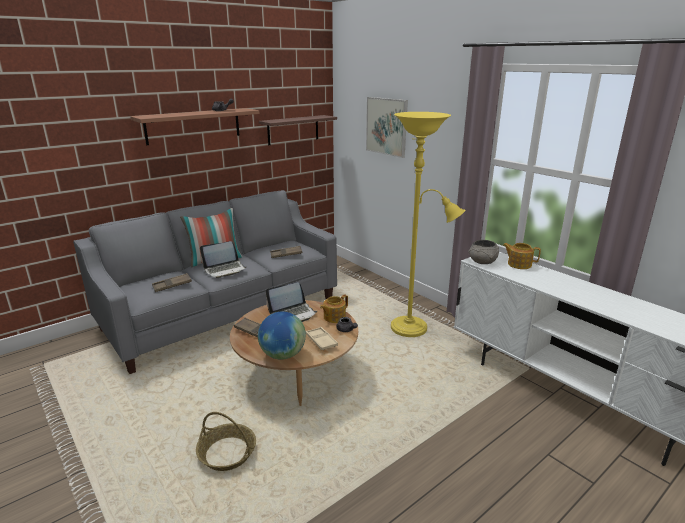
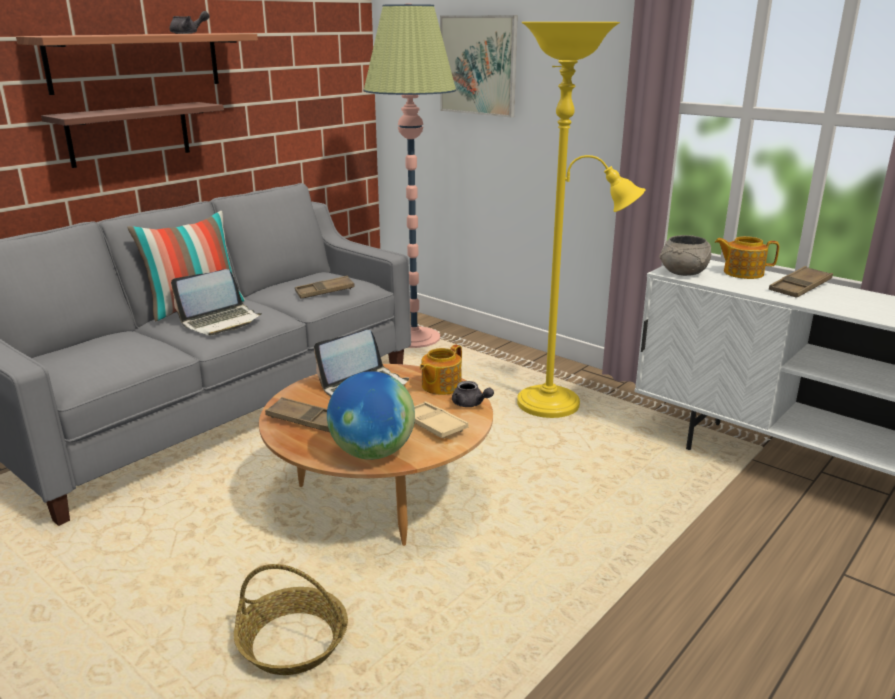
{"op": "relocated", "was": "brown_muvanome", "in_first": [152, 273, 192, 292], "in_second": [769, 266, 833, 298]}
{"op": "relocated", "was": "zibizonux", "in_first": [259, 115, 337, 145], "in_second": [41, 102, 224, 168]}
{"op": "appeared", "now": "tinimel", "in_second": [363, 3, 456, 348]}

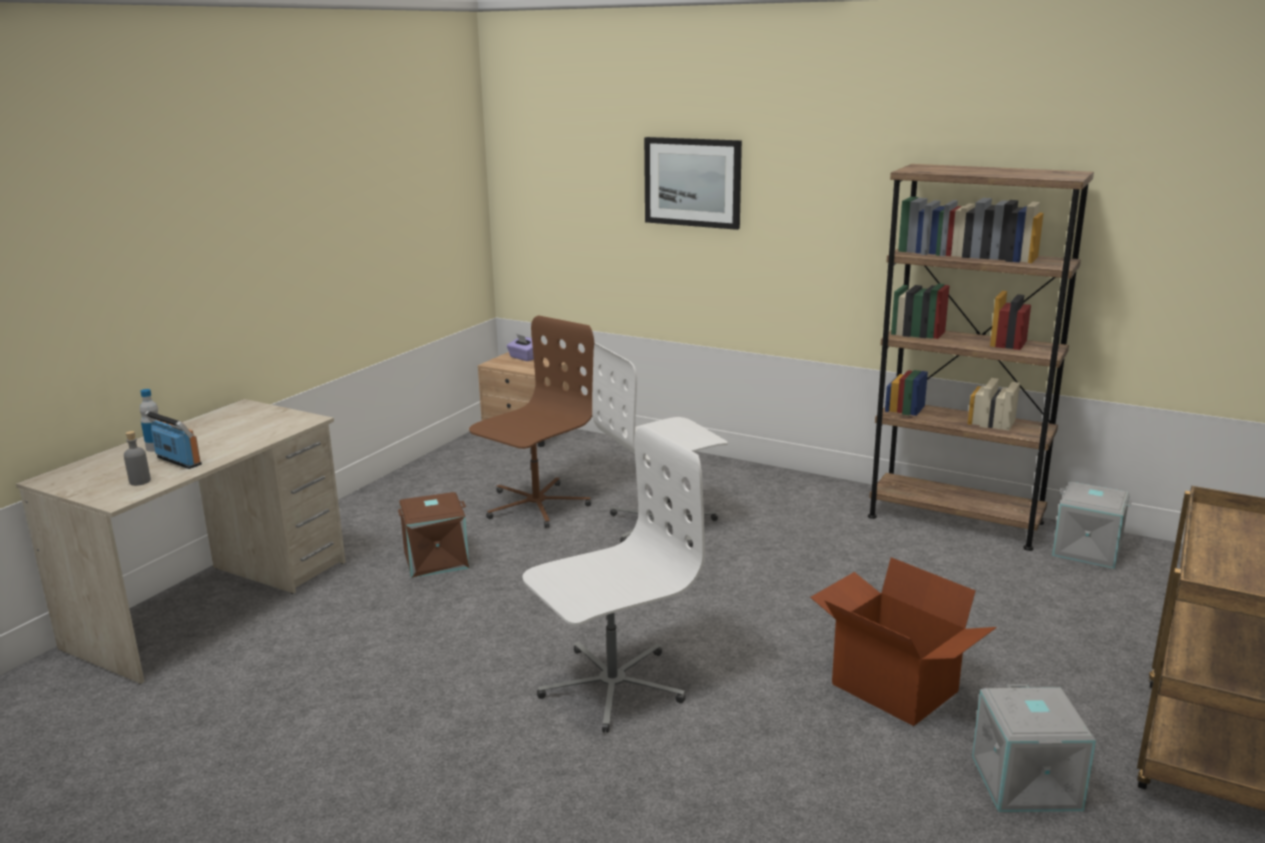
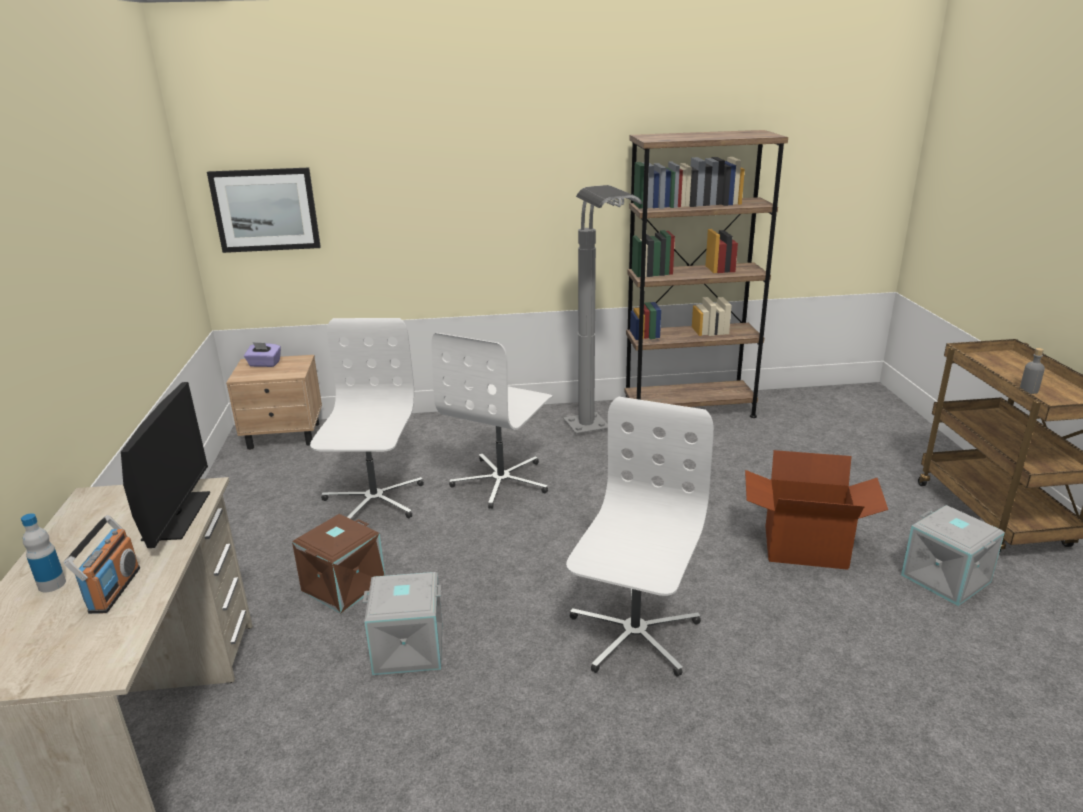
{"op": "relocated", "was": "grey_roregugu", "in_first": [124, 431, 151, 486], "in_second": [1020, 348, 1045, 394]}
{"op": "spun", "was": "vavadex", "in_first": [145, 411, 202, 469], "in_second": [64, 515, 140, 614], "clockwise": 90}
{"op": "colour", "was": "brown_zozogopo", "now": "white_zozogopo", "in_first": [469, 315, 594, 528], "in_second": [310, 318, 424, 519]}
{"op": "relocated", "was": "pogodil", "in_first": [644, 137, 742, 230], "in_second": [207, 168, 321, 253]}
{"op": "relocated", "was": "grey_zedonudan", "in_first": [1052, 482, 1132, 569], "in_second": [363, 572, 442, 675]}
{"op": "appeared", "now": "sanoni", "in_second": [121, 382, 210, 548]}
{"op": "appeared", "now": "grey_tinimel", "in_second": [563, 185, 643, 434]}

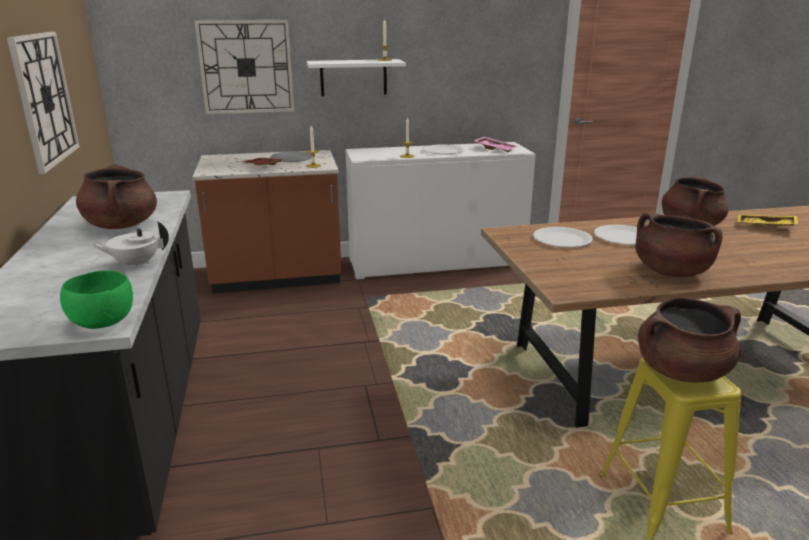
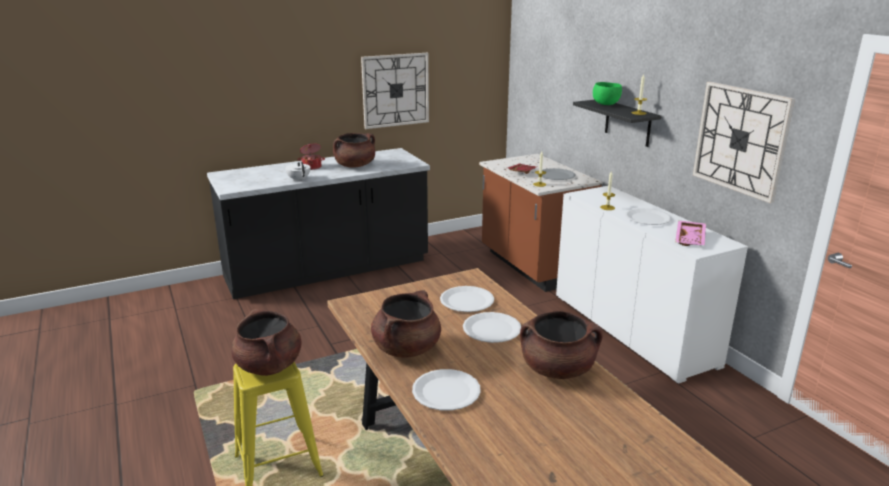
{"op": "relocated", "was": "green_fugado", "in_first": [60, 270, 133, 329], "in_second": [593, 82, 622, 105]}
{"op": "relocated", "was": "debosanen", "in_first": [194, 20, 294, 114], "in_second": [693, 82, 795, 203]}
{"op": "colour", "was": "white_zibizonux", "now": "black_zibizonux", "in_first": [306, 59, 406, 96], "in_second": [573, 100, 662, 147]}
{"op": "missing", "was": "yellow_muvanome", "in_first": [737, 215, 798, 227]}
{"op": "appeared", "now": "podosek", "in_second": [297, 144, 325, 170]}
{"op": "appeared", "now": "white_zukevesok", "in_second": [412, 369, 481, 410]}

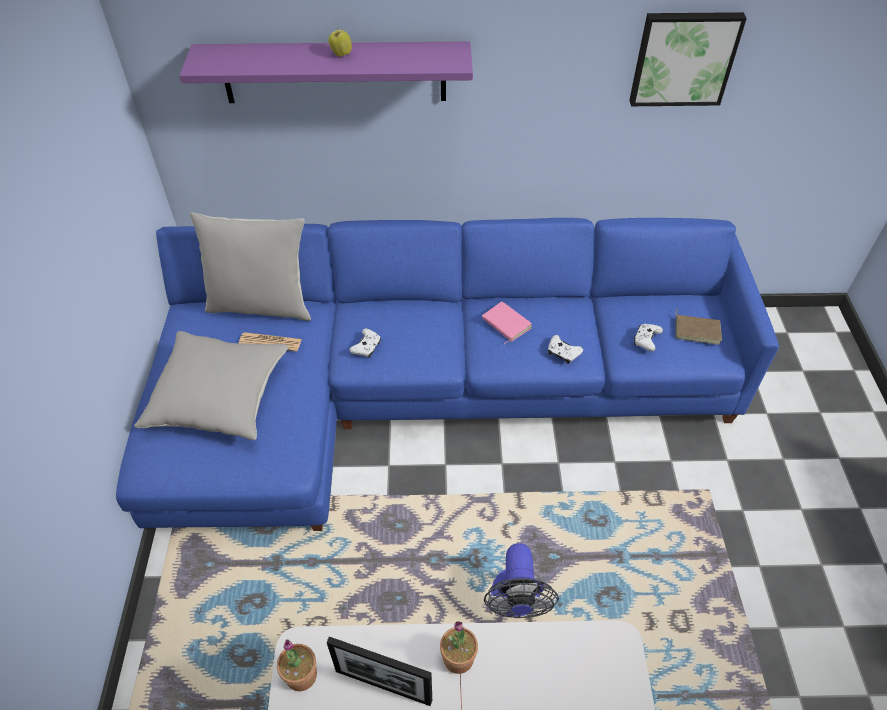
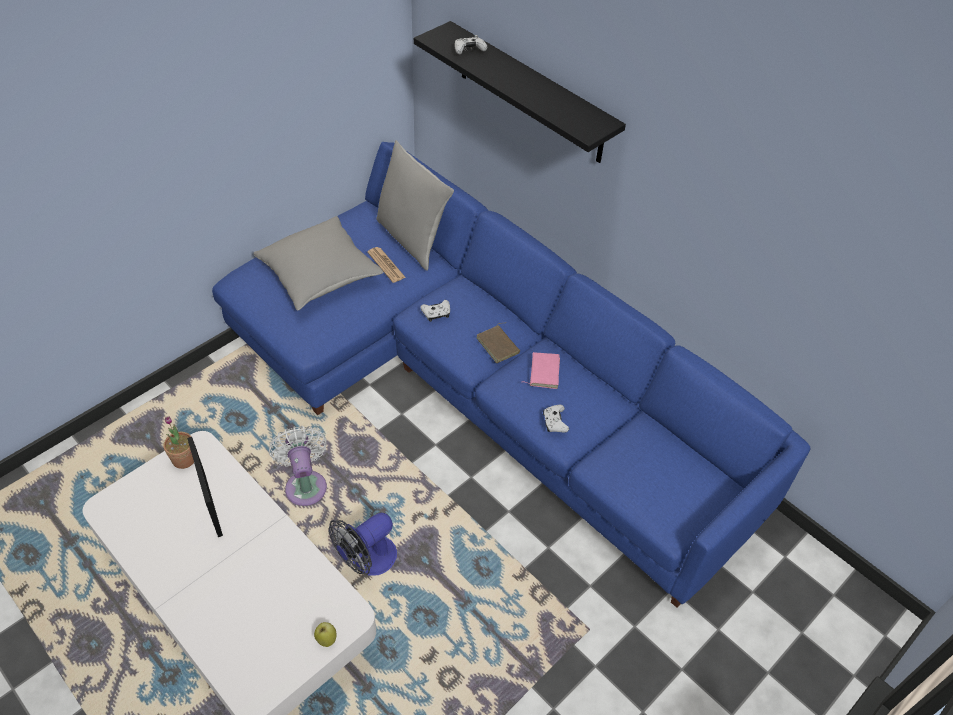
{"op": "colour", "was": "purple_zibizonux", "now": "black_zibizonux", "in_first": [179, 41, 473, 103], "in_second": [414, 21, 626, 163]}
{"op": "relocated", "was": "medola", "in_first": [329, 26, 352, 57], "in_second": [314, 622, 336, 647]}
{"op": "missing", "was": "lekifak", "in_first": [440, 621, 478, 674]}
{"op": "missing", "was": "pogodil", "in_first": [629, 12, 747, 106]}
{"op": "relocated", "was": "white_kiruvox", "in_first": [634, 323, 663, 351], "in_second": [455, 35, 487, 55]}
{"op": "relocated", "was": "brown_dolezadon", "in_first": [675, 308, 722, 345], "in_second": [476, 323, 520, 363]}
{"op": "appeared", "now": "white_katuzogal", "in_second": [269, 426, 327, 506]}

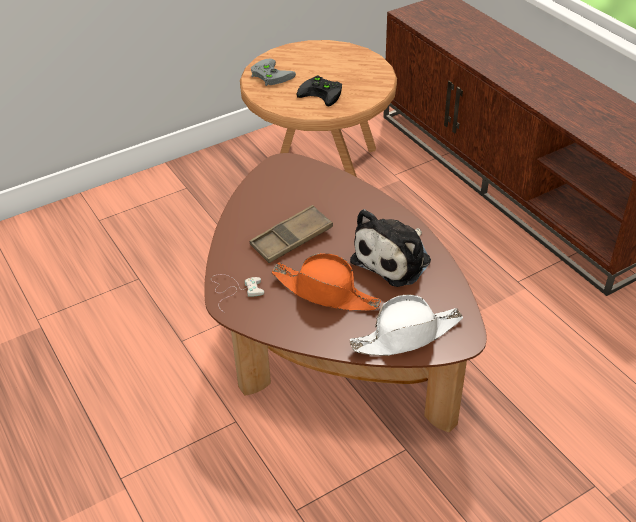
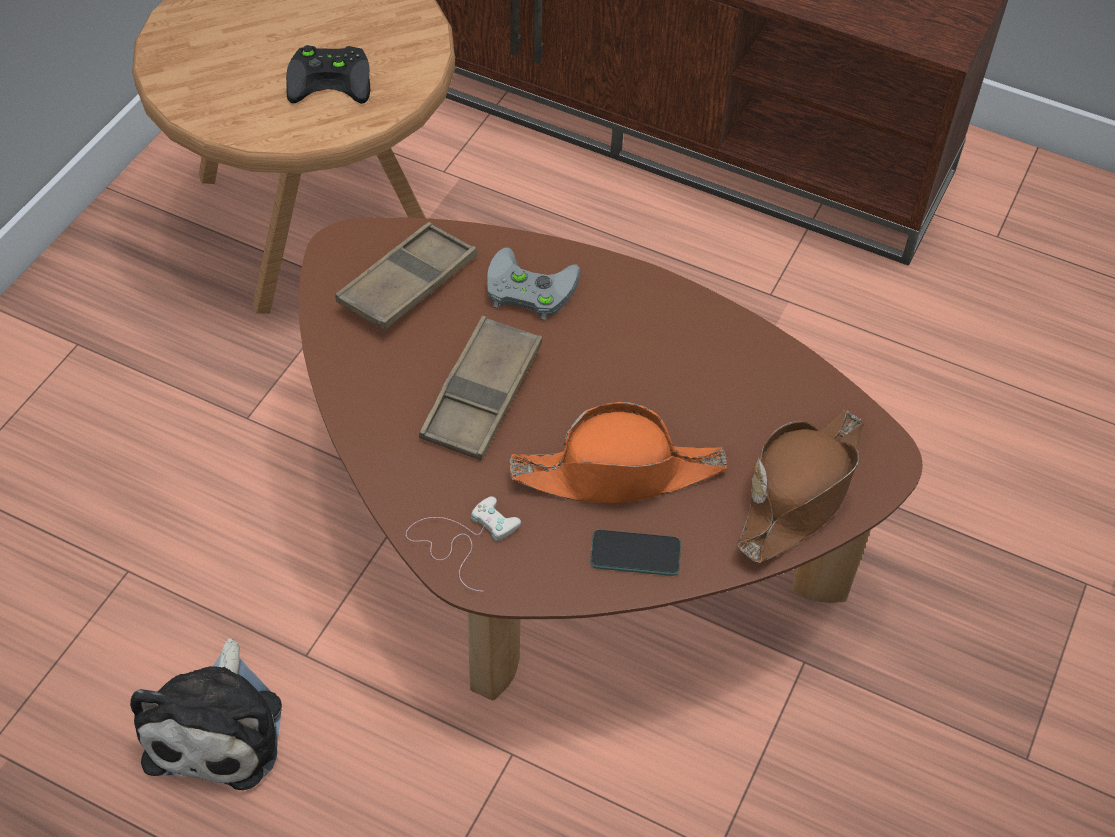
{"op": "relocated", "was": "grey_kiruvox", "in_first": [251, 59, 296, 86], "in_second": [487, 247, 581, 321]}
{"op": "relocated", "was": "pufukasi", "in_first": [350, 209, 431, 287], "in_second": [130, 639, 282, 790]}
{"op": "colour", "was": "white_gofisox", "now": "brown_gofisox", "in_first": [350, 295, 463, 356], "in_second": [738, 410, 865, 563]}
{"op": "appeared", "now": "brown_muvanome", "in_second": [335, 222, 477, 330]}
{"op": "appeared", "now": "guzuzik", "in_second": [590, 530, 681, 576]}

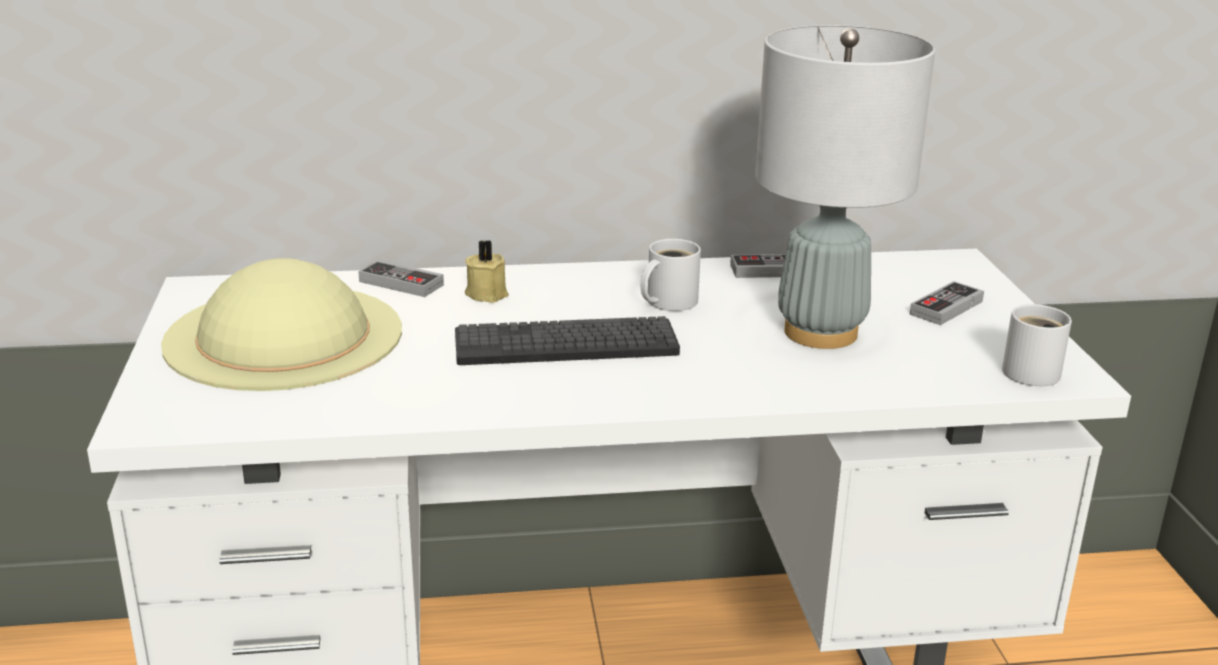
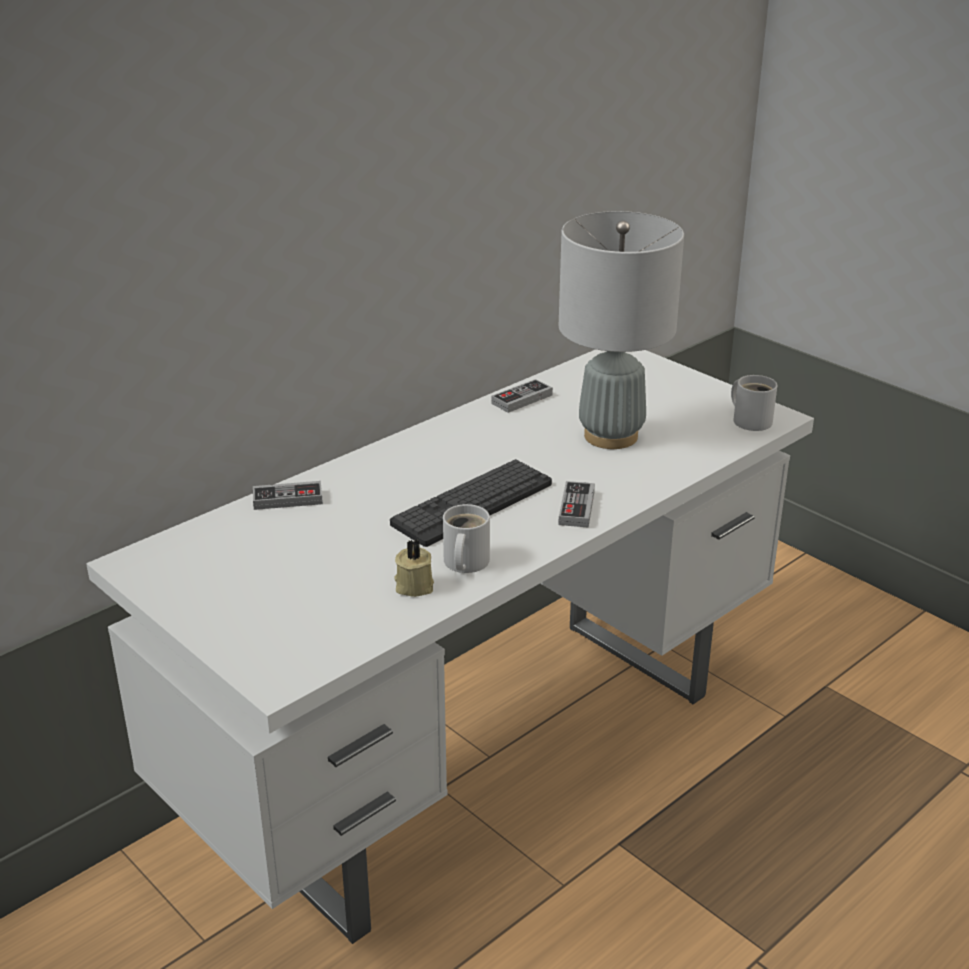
{"op": "missing", "was": "beige_gofisox", "in_first": [161, 258, 402, 391]}
{"op": "relocated", "was": "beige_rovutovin", "in_first": [465, 240, 509, 303], "in_second": [394, 540, 434, 597]}
{"op": "relocated", "was": "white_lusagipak", "in_first": [640, 239, 701, 311], "in_second": [443, 504, 490, 573]}
{"op": "relocated", "was": "kiruvox", "in_first": [910, 281, 984, 325], "in_second": [558, 481, 595, 528]}

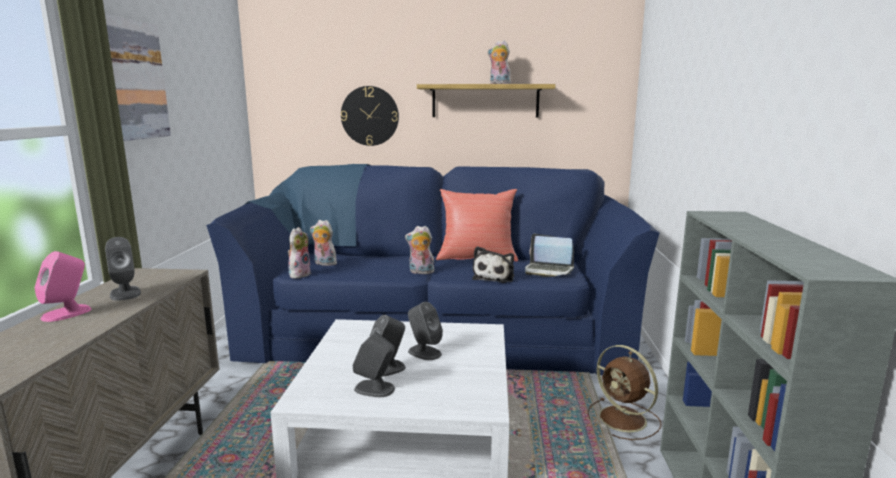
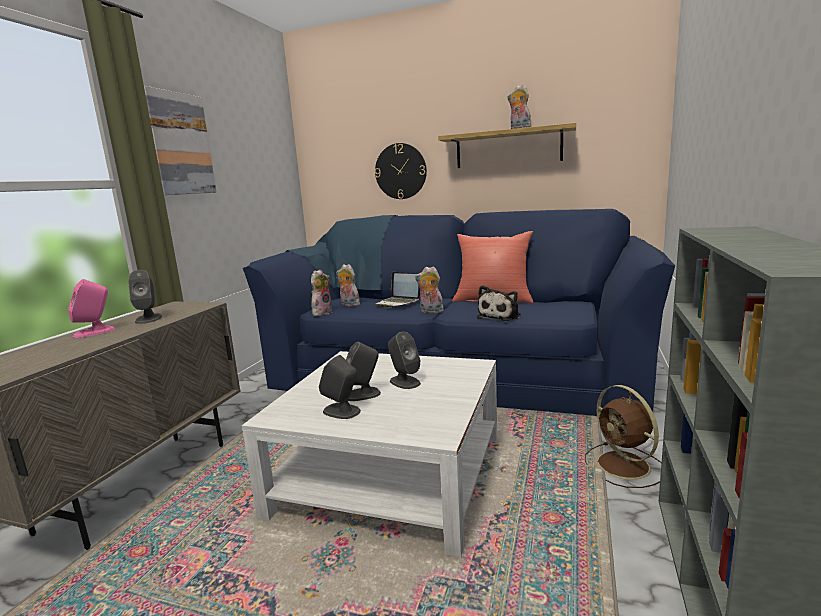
{"op": "relocated", "was": "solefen", "in_first": [525, 234, 574, 277], "in_second": [375, 271, 420, 307]}

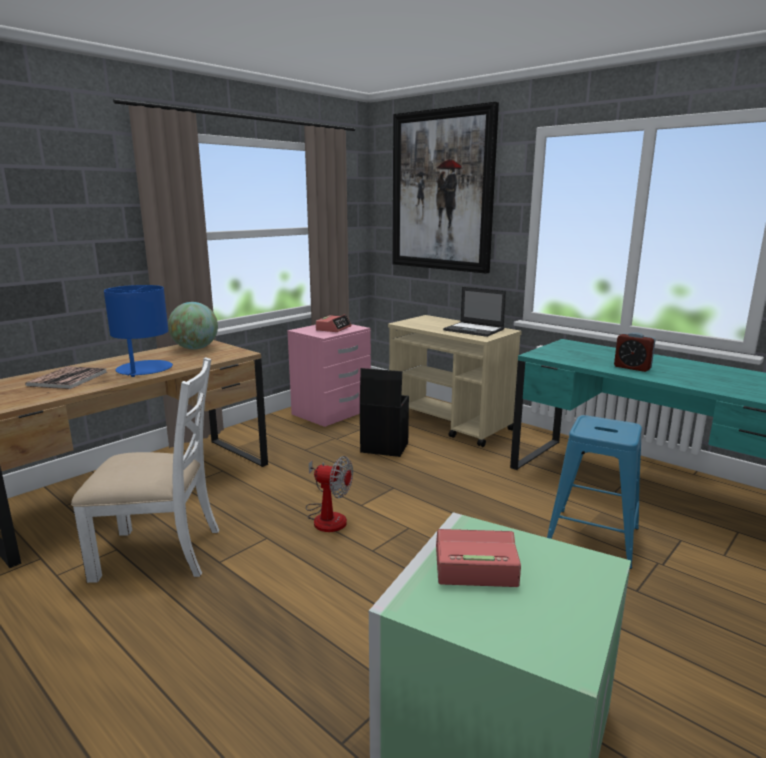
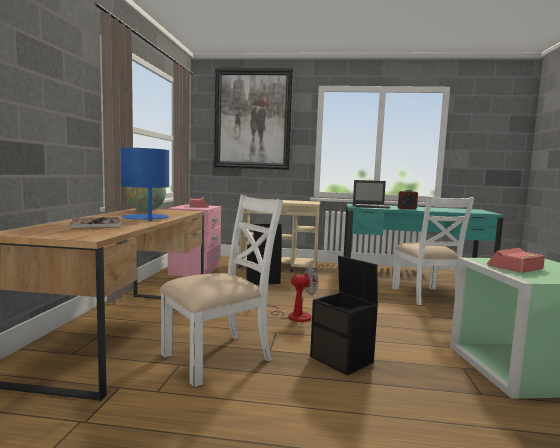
{"op": "relocated", "was": "solefen", "in_first": [443, 287, 506, 337], "in_second": [353, 180, 390, 209]}
{"op": "exchanged", "was": "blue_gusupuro", "now": "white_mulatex", "in_first": [547, 415, 642, 569], "in_second": [392, 196, 475, 305]}
{"op": "appeared", "now": "black_zedonudan", "in_second": [310, 256, 378, 375]}

